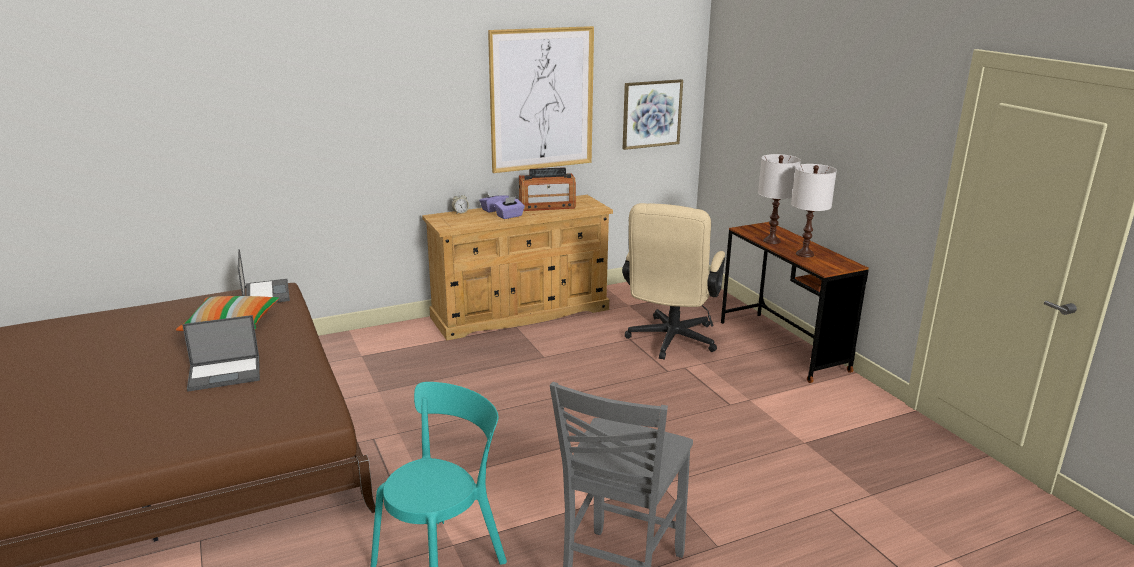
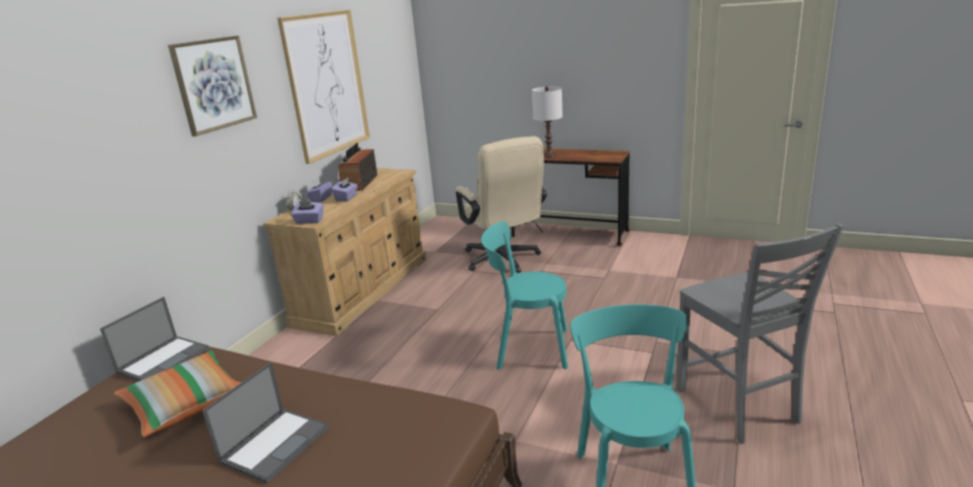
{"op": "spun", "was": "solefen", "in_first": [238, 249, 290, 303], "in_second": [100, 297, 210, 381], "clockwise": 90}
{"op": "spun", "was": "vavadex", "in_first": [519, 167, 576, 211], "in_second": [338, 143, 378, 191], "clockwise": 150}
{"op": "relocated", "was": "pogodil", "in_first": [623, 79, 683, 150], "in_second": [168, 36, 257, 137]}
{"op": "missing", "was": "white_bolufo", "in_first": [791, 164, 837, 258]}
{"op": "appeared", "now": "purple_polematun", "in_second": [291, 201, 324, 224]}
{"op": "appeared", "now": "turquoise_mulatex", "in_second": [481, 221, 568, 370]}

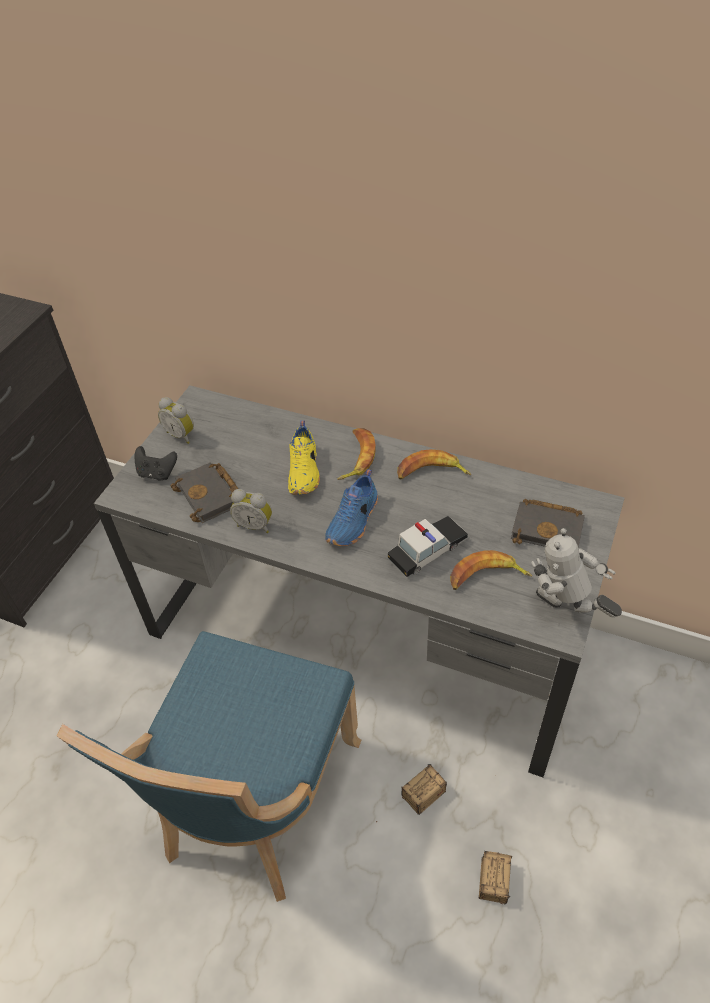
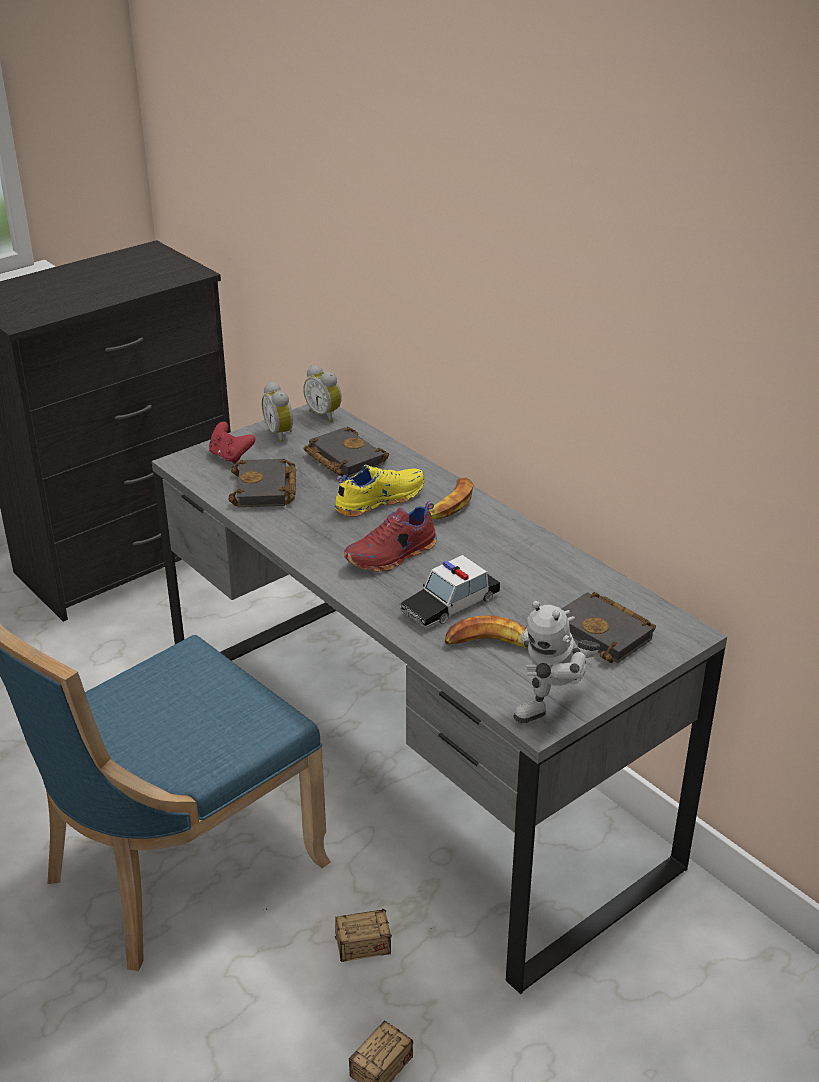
{"op": "colour", "was": "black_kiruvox", "now": "red_kiruvox", "in_first": [135, 446, 177, 480], "in_second": [209, 422, 255, 464]}
{"op": "relocated", "was": "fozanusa", "in_first": [230, 489, 272, 533], "in_second": [303, 365, 342, 422]}
{"op": "spun", "was": "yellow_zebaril", "in_first": [288, 420, 320, 495], "in_second": [334, 465, 425, 517], "clockwise": -150}
{"op": "colour", "was": "blue_zebaril", "now": "red_zebaril", "in_first": [325, 469, 378, 546], "in_second": [344, 501, 437, 572]}
{"op": "spun", "was": "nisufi", "in_first": [388, 516, 468, 577], "in_second": [400, 555, 500, 628], "clockwise": 150}
{"op": "missing", "was": "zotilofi", "in_first": [397, 449, 471, 480]}
{"op": "spun", "was": "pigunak", "in_first": [531, 528, 622, 617], "in_second": [514, 601, 600, 723], "clockwise": -105}
{"op": "appeared", "now": "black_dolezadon", "in_second": [304, 427, 389, 477]}

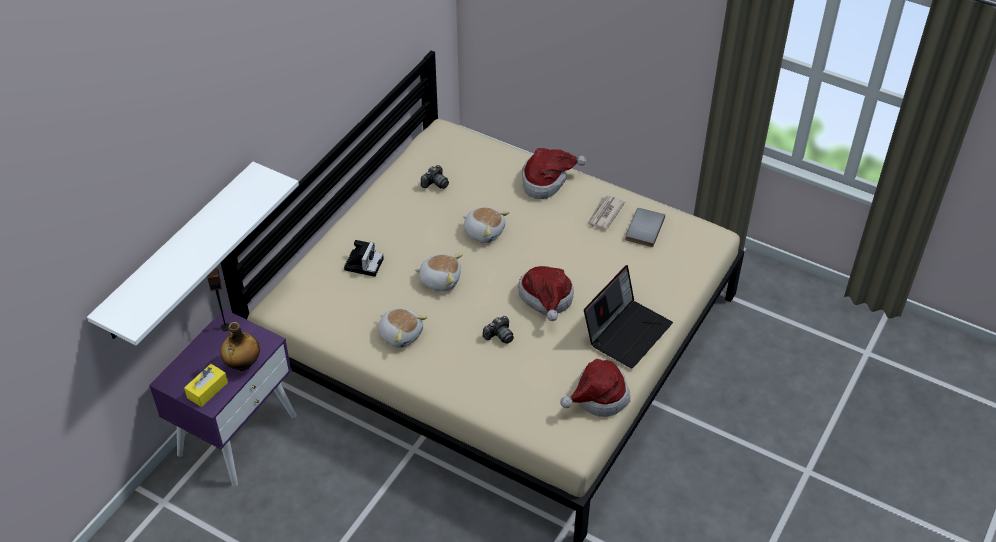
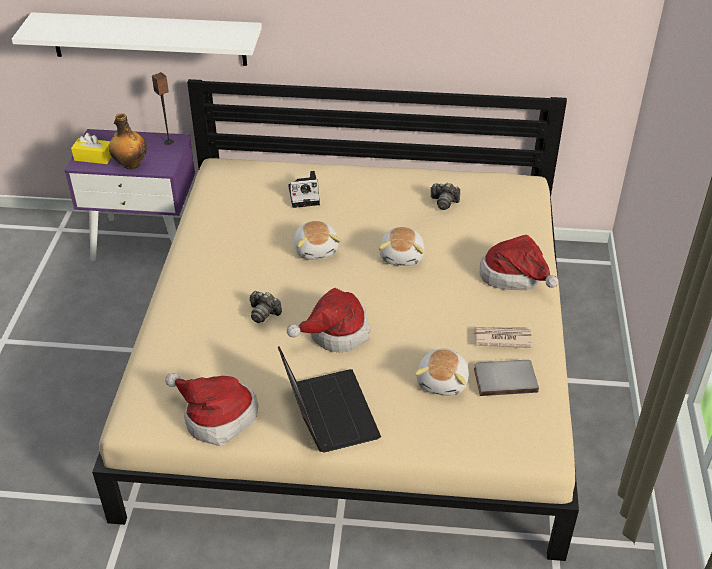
{"op": "relocated", "was": "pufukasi", "in_first": [378, 308, 428, 348], "in_second": [414, 349, 469, 396]}
{"op": "spun", "was": "solefen", "in_first": [584, 265, 673, 369], "in_second": [278, 346, 381, 453], "clockwise": -120}

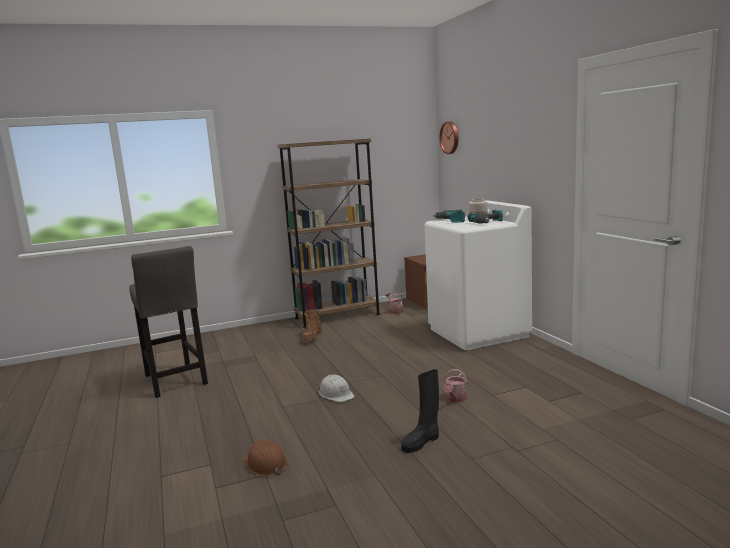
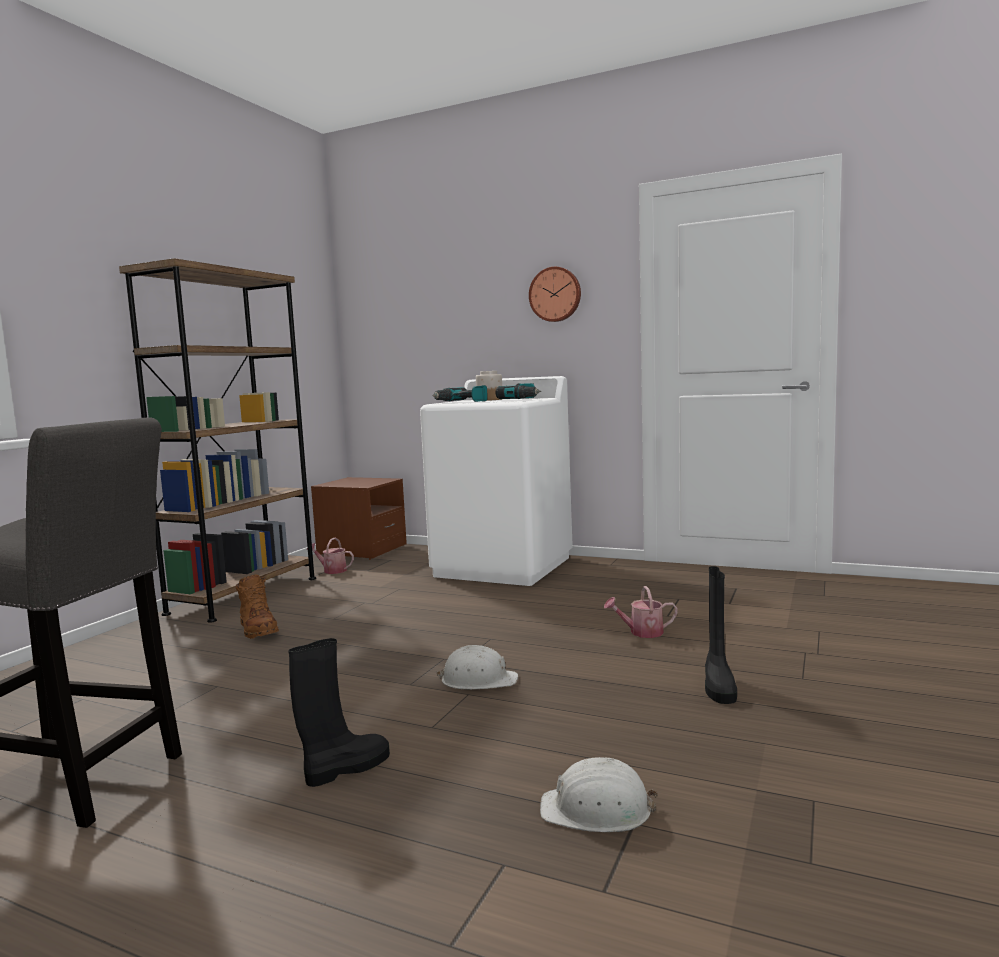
{"op": "colour", "was": "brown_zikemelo", "now": "white_zikemelo", "in_first": [244, 440, 288, 476], "in_second": [540, 757, 658, 832]}
{"op": "relocated", "was": "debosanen", "in_first": [439, 122, 458, 154], "in_second": [529, 267, 581, 322]}
{"op": "spun", "was": "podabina", "in_first": [444, 369, 467, 403], "in_second": [604, 586, 678, 638], "clockwise": 105}
{"op": "appeared", "now": "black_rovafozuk", "in_second": [289, 638, 390, 787]}

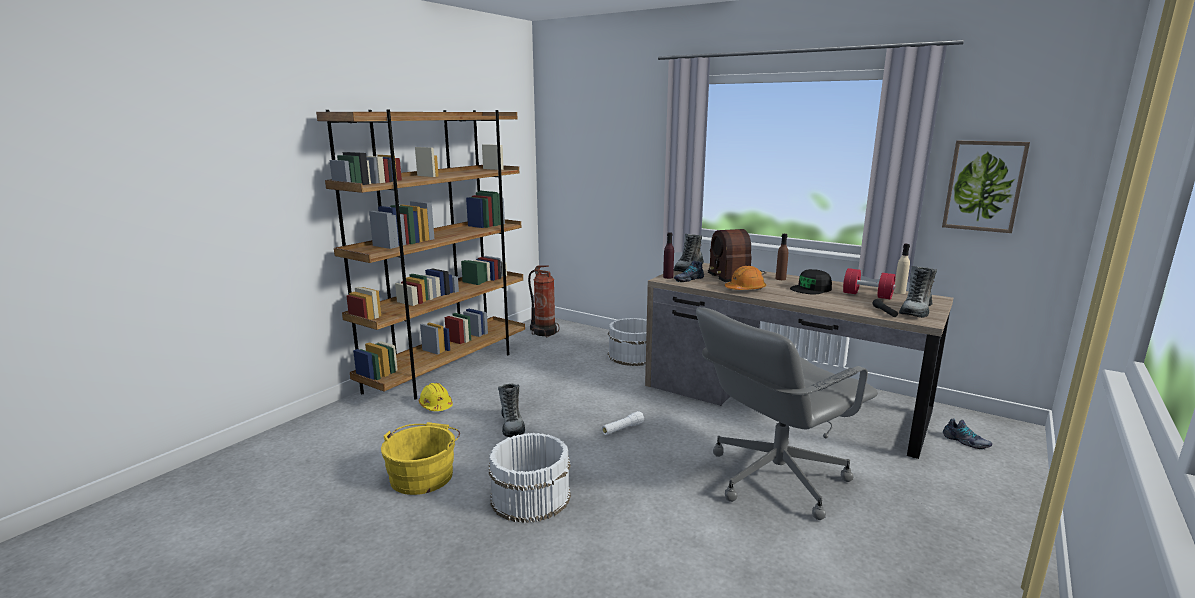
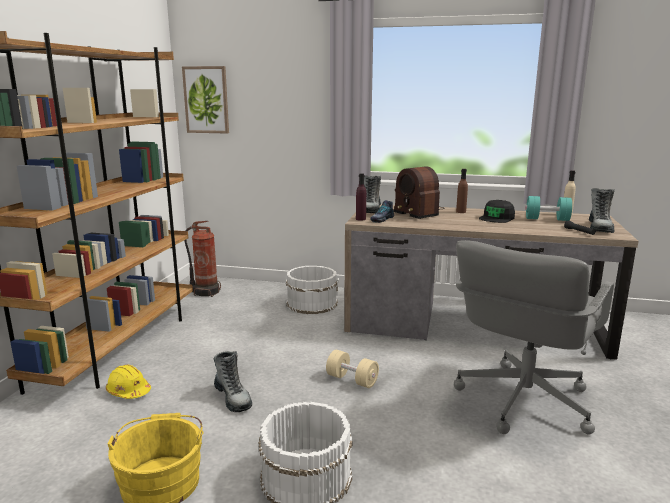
{"op": "exchanged", "was": "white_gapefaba", "now": "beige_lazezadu", "in_first": [602, 411, 644, 435], "in_second": [326, 350, 379, 388]}
{"op": "missing", "was": "orange_zikemelo", "in_first": [725, 266, 766, 290]}
{"op": "colour", "was": "red_lazezadu", "now": "turquoise_lazezadu", "in_first": [843, 268, 896, 299], "in_second": [526, 196, 572, 221]}
{"op": "relocated", "was": "pogodil", "in_first": [942, 141, 1030, 233], "in_second": [182, 66, 229, 134]}
{"op": "missing", "was": "zebaril", "in_first": [943, 418, 992, 449]}

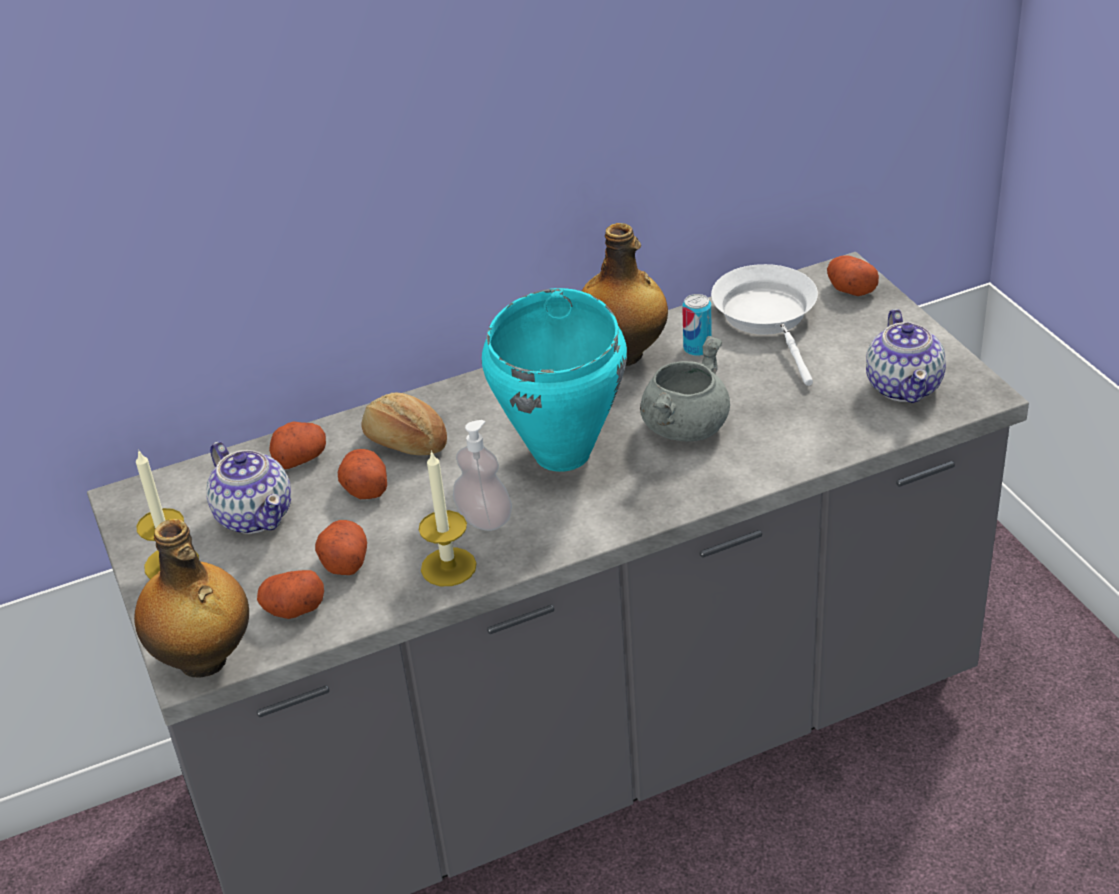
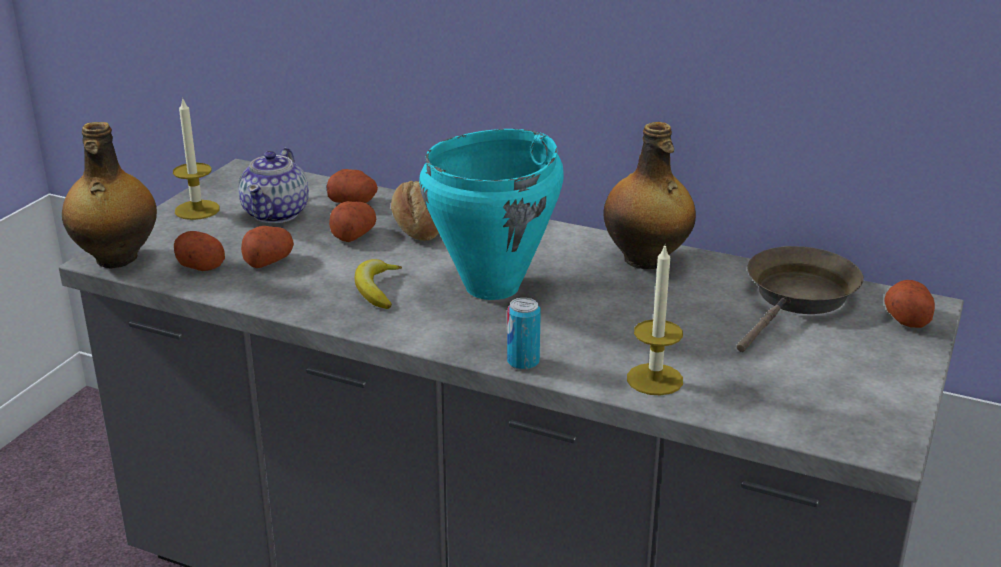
{"op": "relocated", "was": "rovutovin", "in_first": [419, 450, 477, 586], "in_second": [627, 243, 683, 396]}
{"op": "exchanged", "was": "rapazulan", "now": "zotilofi", "in_first": [453, 420, 512, 531], "in_second": [355, 259, 402, 309]}
{"op": "missing", "was": "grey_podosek", "in_first": [640, 336, 730, 441]}
{"op": "relocated", "was": "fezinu", "in_first": [682, 294, 712, 356], "in_second": [507, 298, 541, 370]}
{"op": "colour", "was": "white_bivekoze", "now": "brown_bivekoze", "in_first": [711, 264, 818, 386], "in_second": [737, 246, 864, 352]}
{"op": "missing", "was": "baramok", "in_first": [866, 309, 946, 403]}

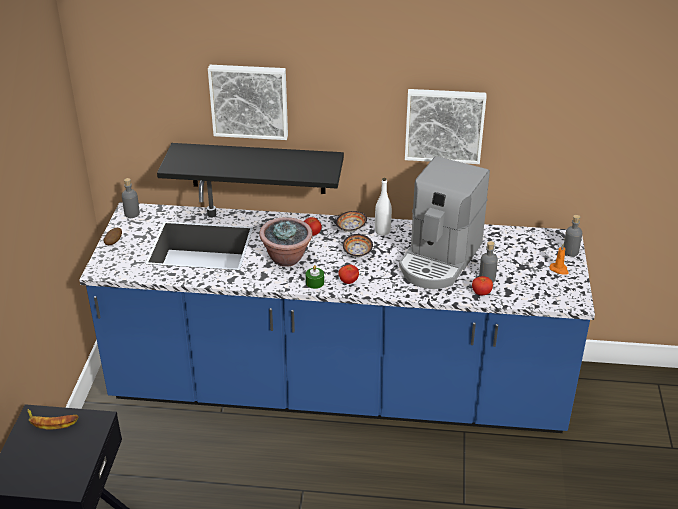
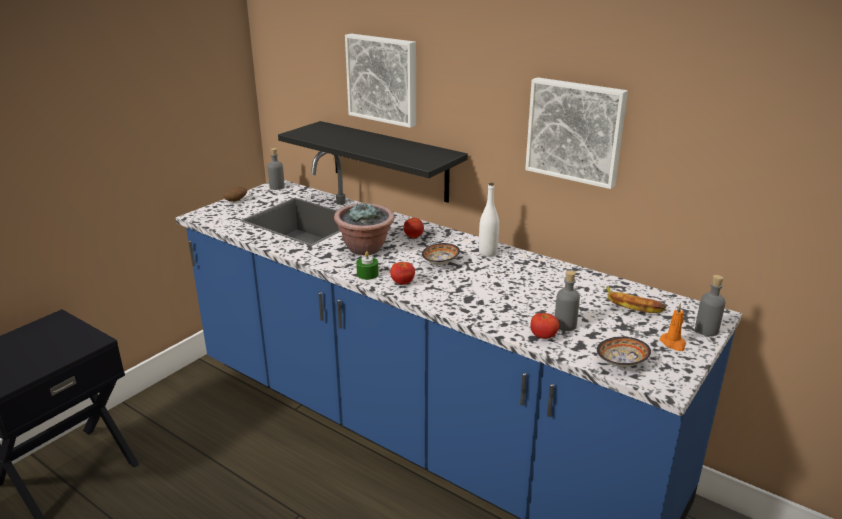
{"op": "relocated", "was": "zotilofi", "in_first": [27, 409, 79, 429], "in_second": [606, 286, 666, 313]}
{"op": "relocated", "was": "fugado", "in_first": [336, 211, 367, 232], "in_second": [597, 337, 651, 367]}
{"op": "missing", "was": "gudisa", "in_first": [399, 156, 490, 289]}

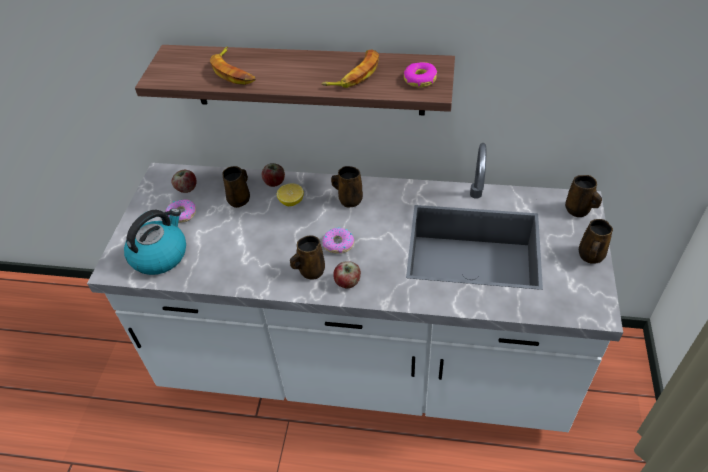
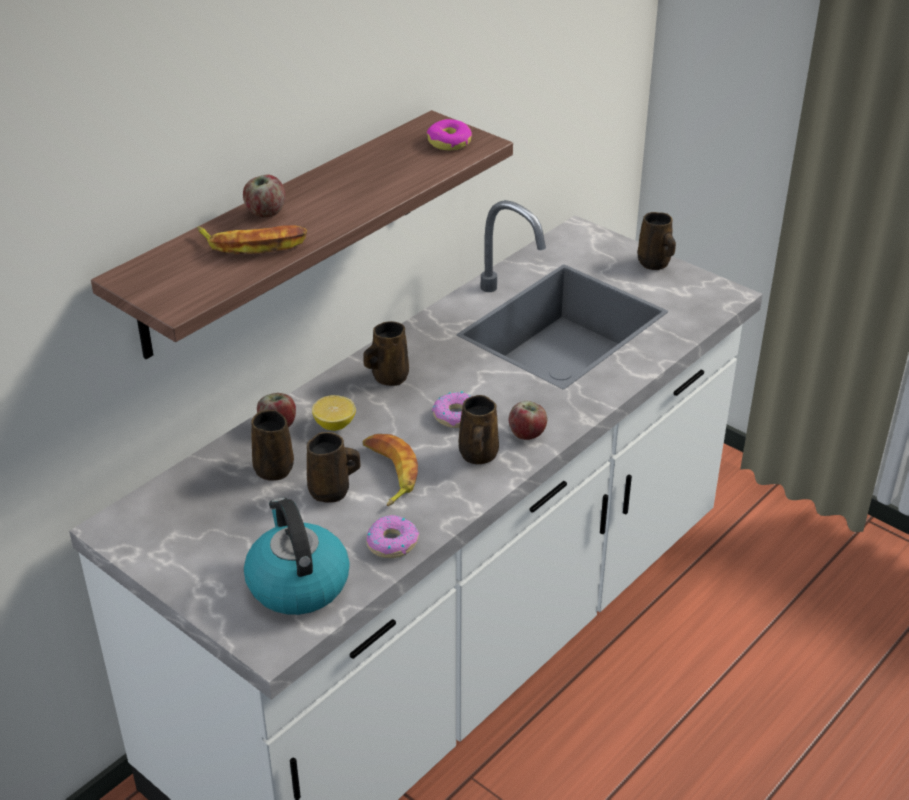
{"op": "relocated", "was": "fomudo", "in_first": [165, 199, 196, 223], "in_second": [367, 515, 419, 558]}
{"op": "relocated", "was": "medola", "in_first": [172, 170, 197, 193], "in_second": [243, 174, 285, 218]}
{"op": "relocated", "was": "zotilofi", "in_first": [321, 49, 379, 88], "in_second": [363, 434, 418, 506]}
{"op": "relocated", "was": "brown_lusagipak", "in_first": [565, 175, 602, 217], "in_second": [307, 432, 361, 503]}

